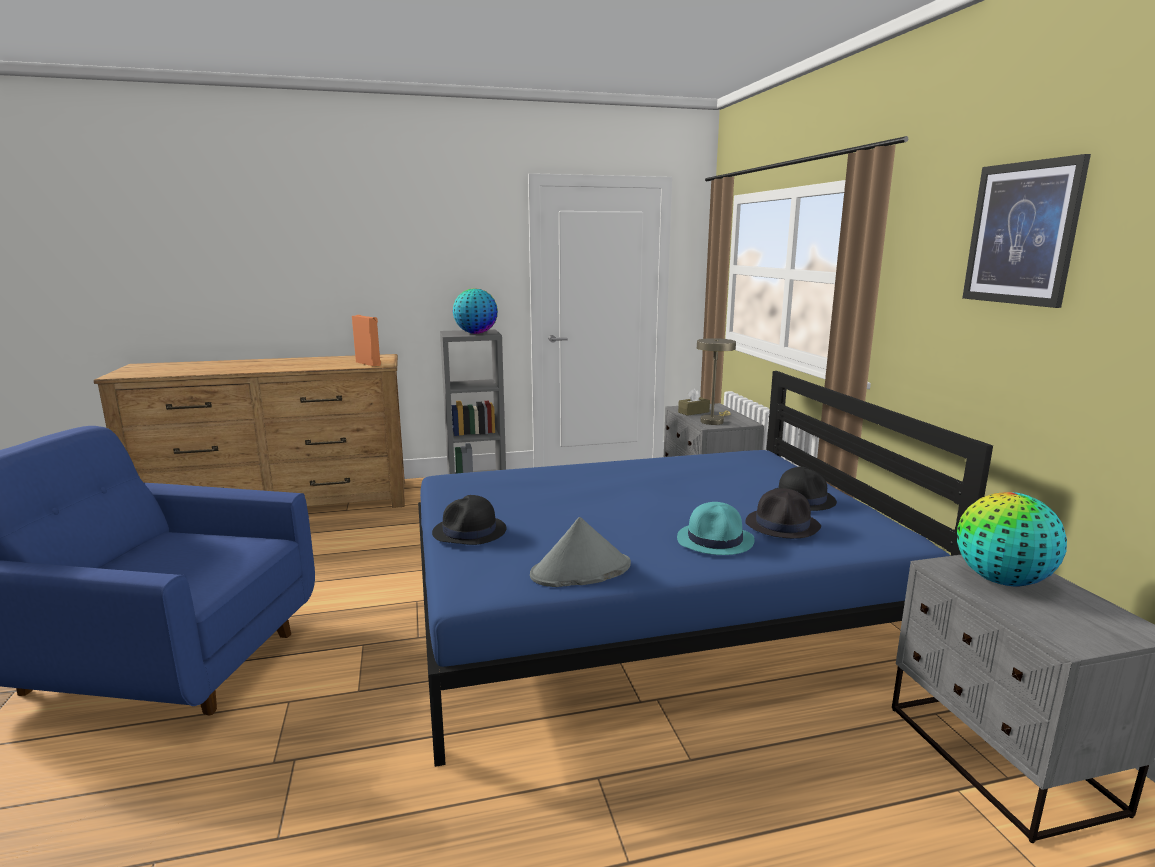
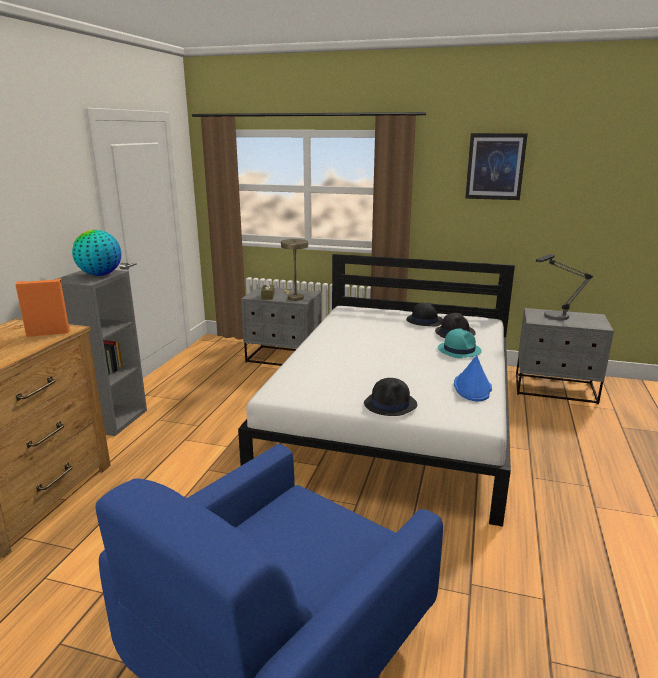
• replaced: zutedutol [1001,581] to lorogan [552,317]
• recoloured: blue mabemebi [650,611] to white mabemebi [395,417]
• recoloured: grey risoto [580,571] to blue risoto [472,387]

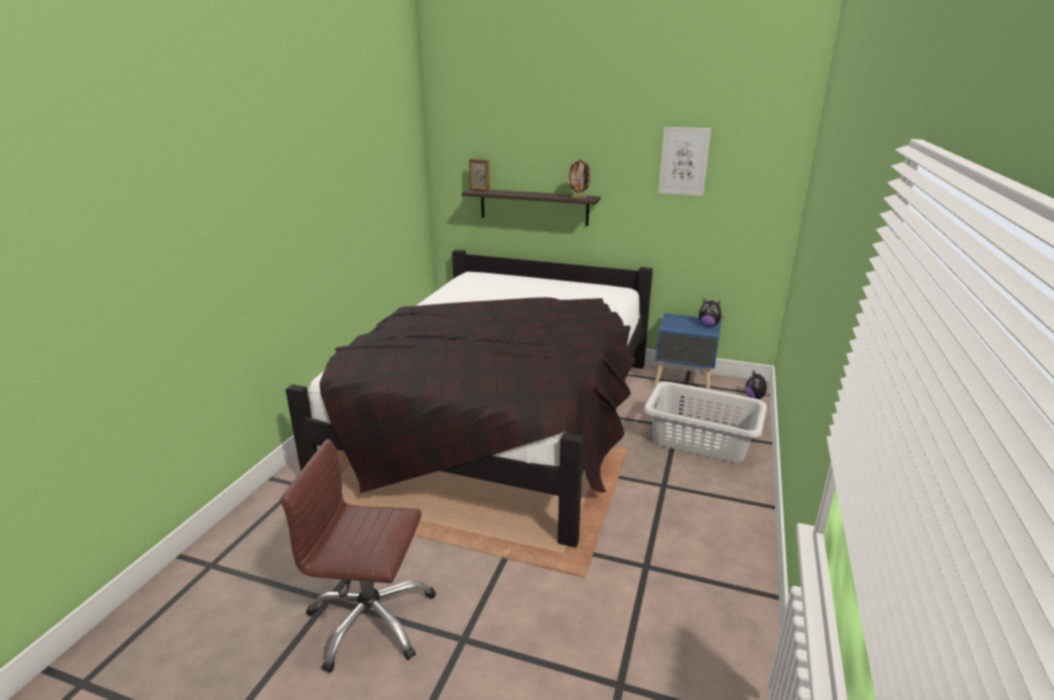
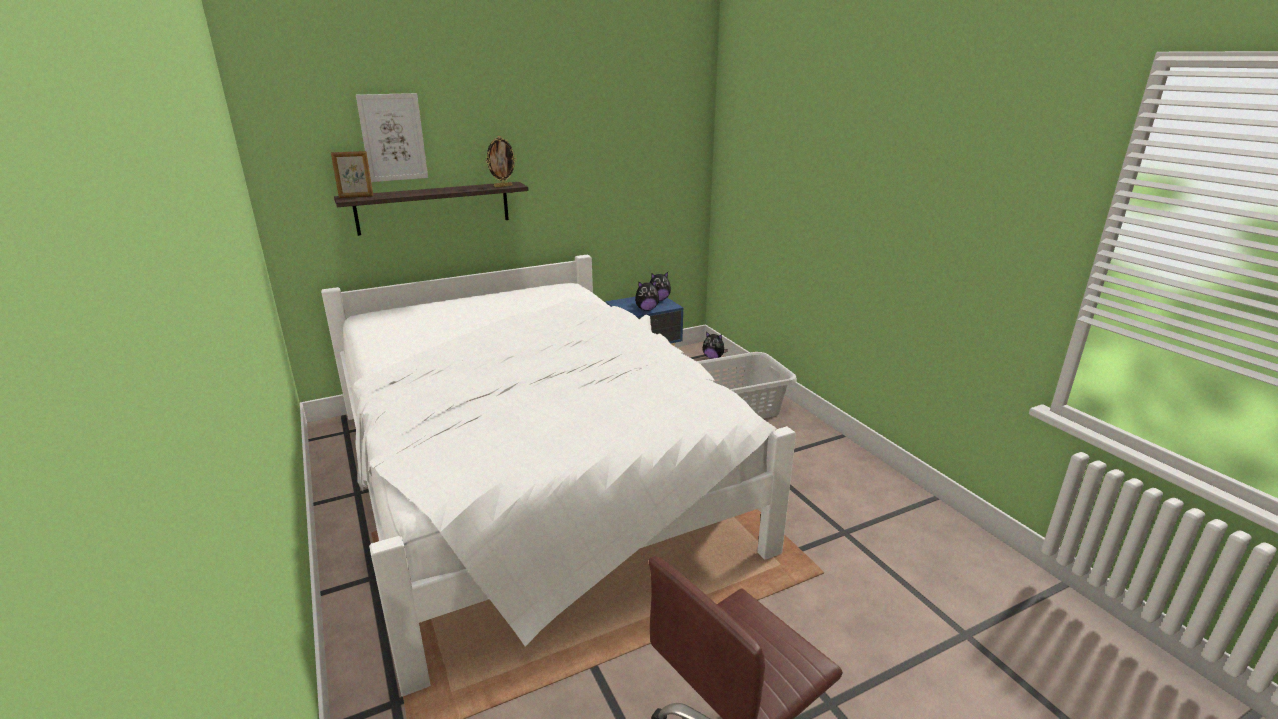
• added: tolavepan [646,309]
• moved: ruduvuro [684,161] to [393,137]
• recoloured: black mabemebi [502,417] to white mabemebi [533,475]

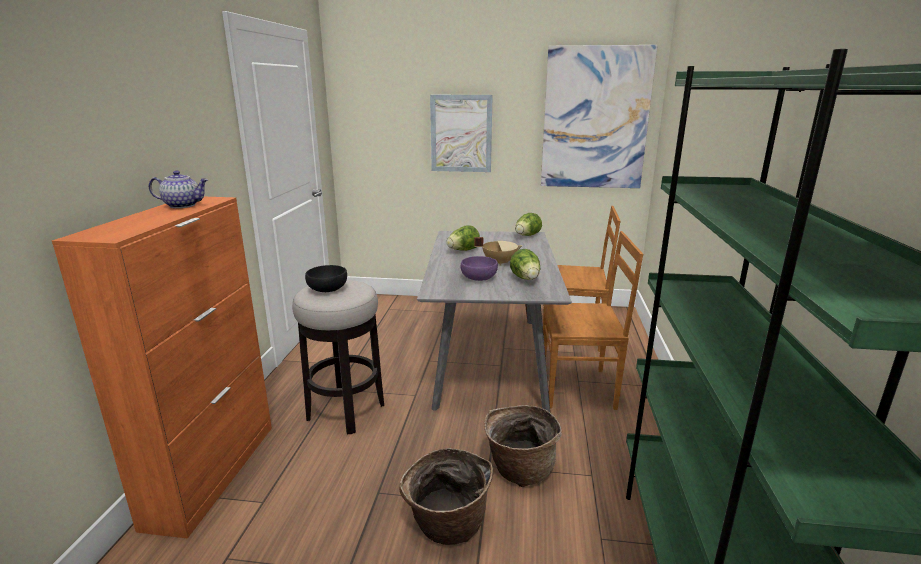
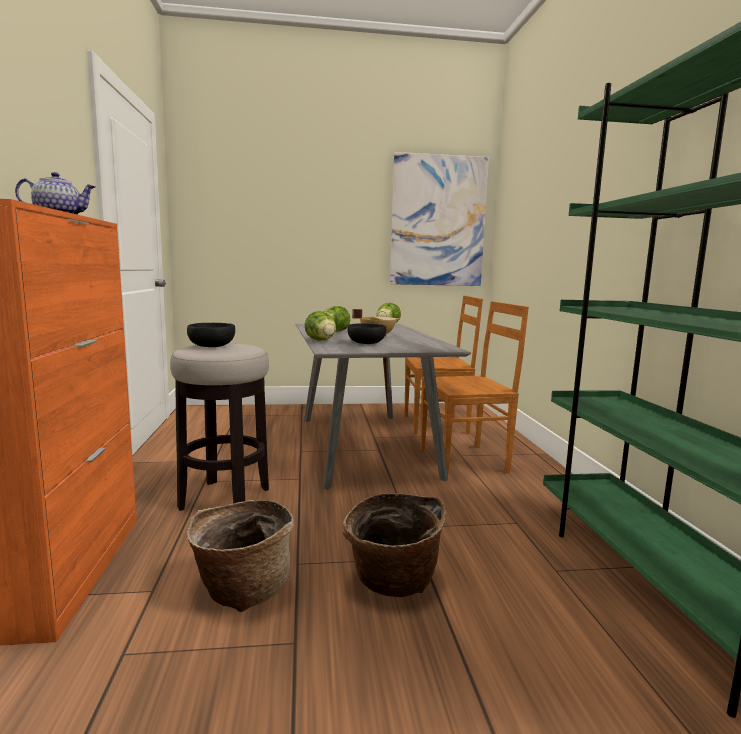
• removed: ruduvuro [461,133]
• moved: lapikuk [519,469] to [241,590]
• moved: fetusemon [526,279] to [322,341]
• recoloured: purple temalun [479,277] to black temalun [366,343]

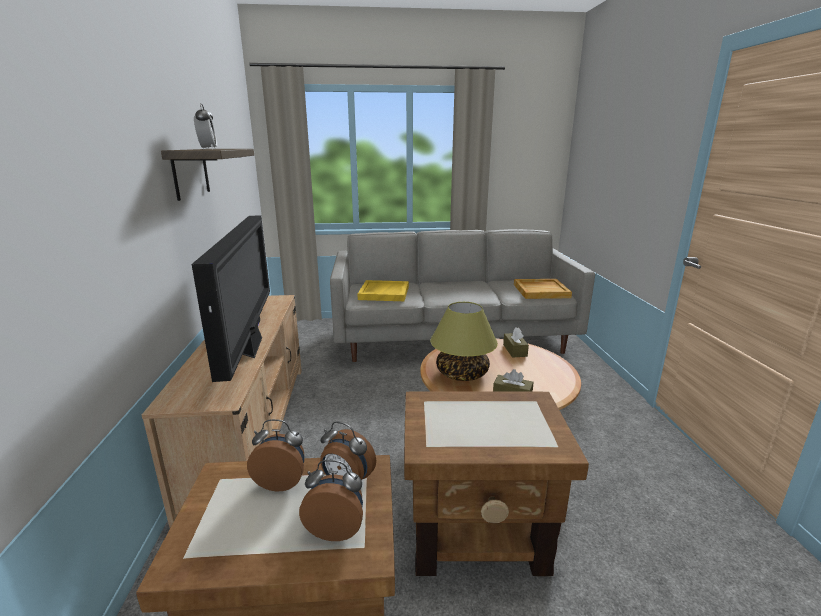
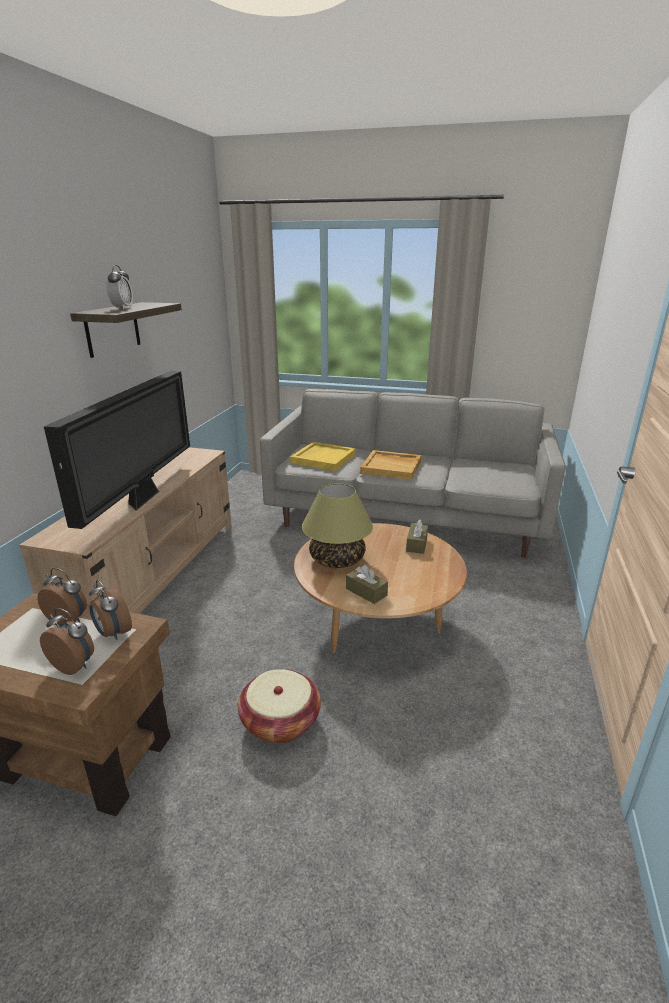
• moved: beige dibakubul [541,291] to [392,467]
• replaced: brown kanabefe [478,539] to lapikuk [280,721]

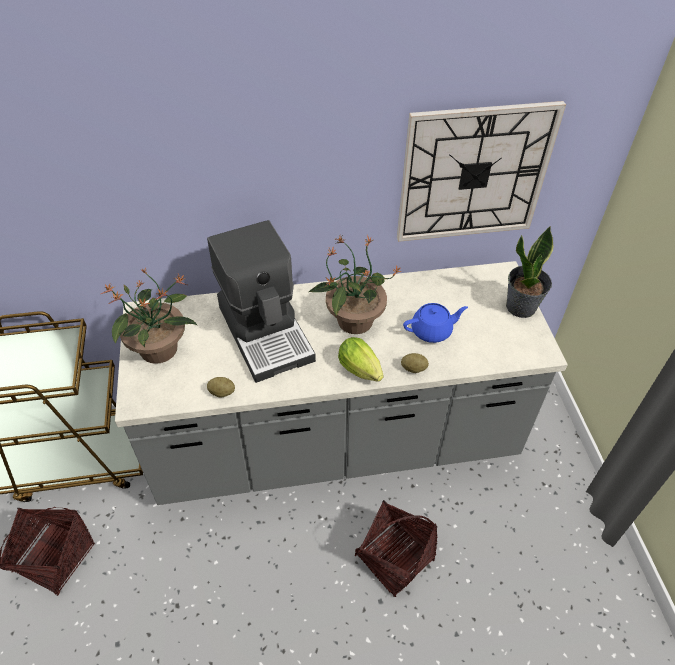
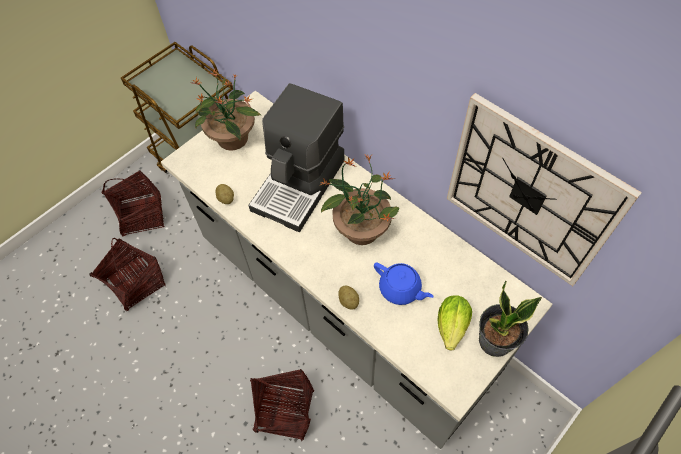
• added: lapikuk [135,283]
• moved: fetusemon [362,371] to [451,329]

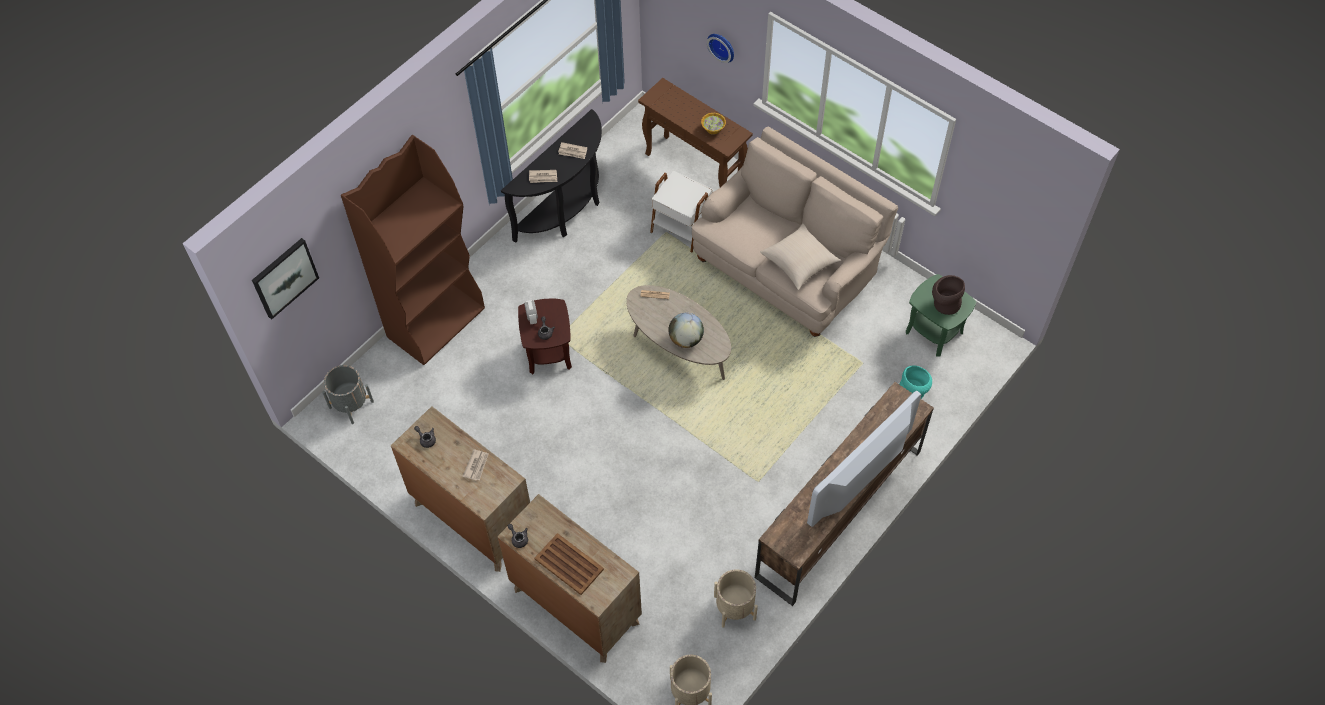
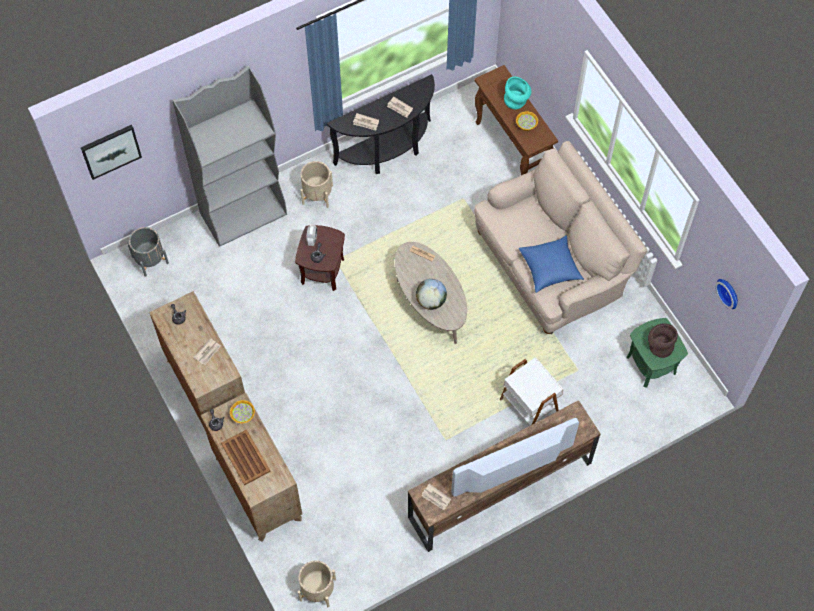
• added: temalun [243,416]
• added: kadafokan [436,498]
• moved: white kanabefe [682,227] to [530,405]
• moved: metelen [722,46] to [729,292]
• moved: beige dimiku [734,607] to [317,194]
• moved: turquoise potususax [913,391] to [516,101]
• recoloured: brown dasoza [436,322] to grey dasoza [244,213]
• recoloured: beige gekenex [799,262] to blue gekenex [550,268]

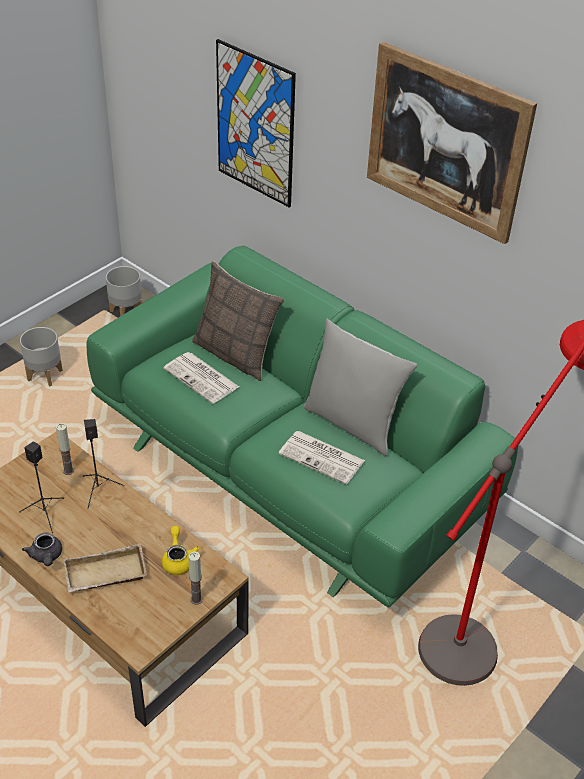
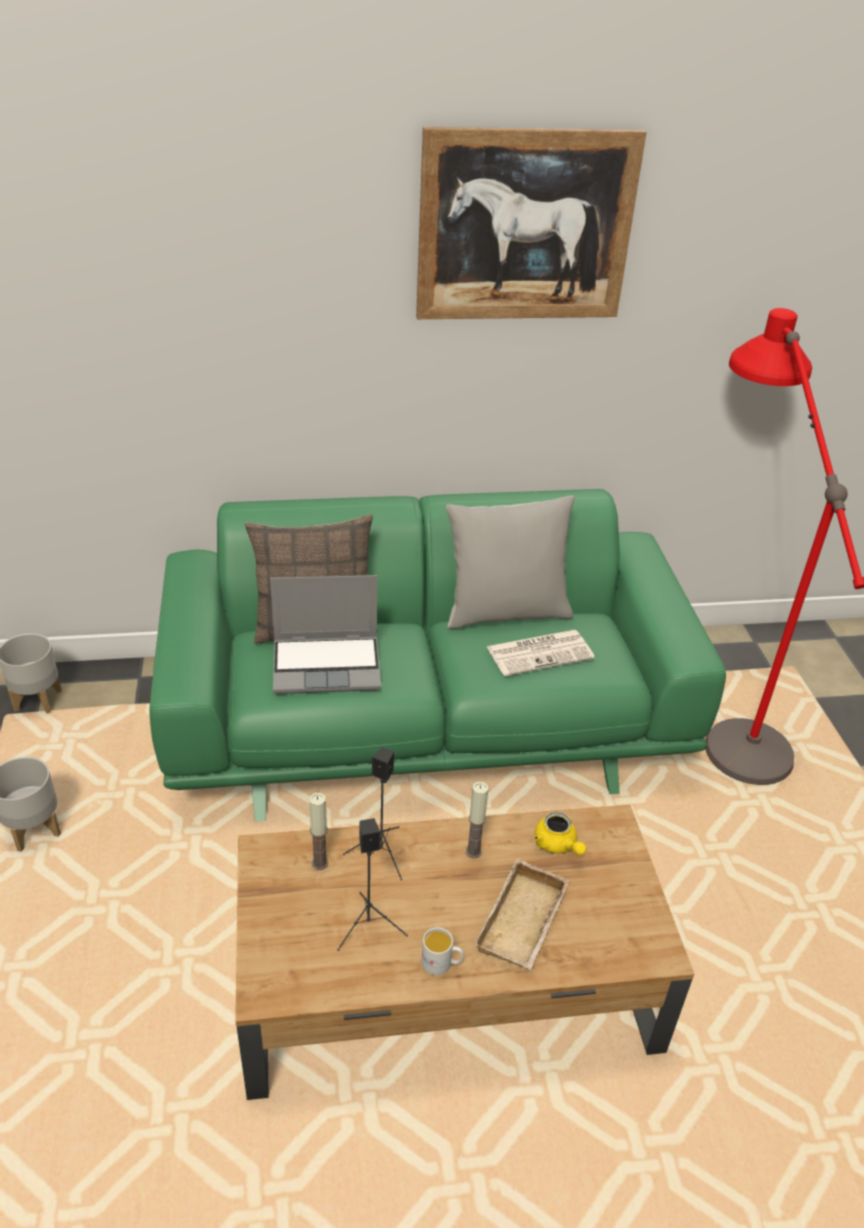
• removed: ruduvuro [255,124]
• moved: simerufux [196,599] to [473,851]
• replaced: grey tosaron [46,557] to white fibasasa [441,964]
• replaced: kadafokan [202,378] to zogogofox [328,665]
• turned: yellow tosaron [178,559] = [557,845] 150 degrees counterclockwise

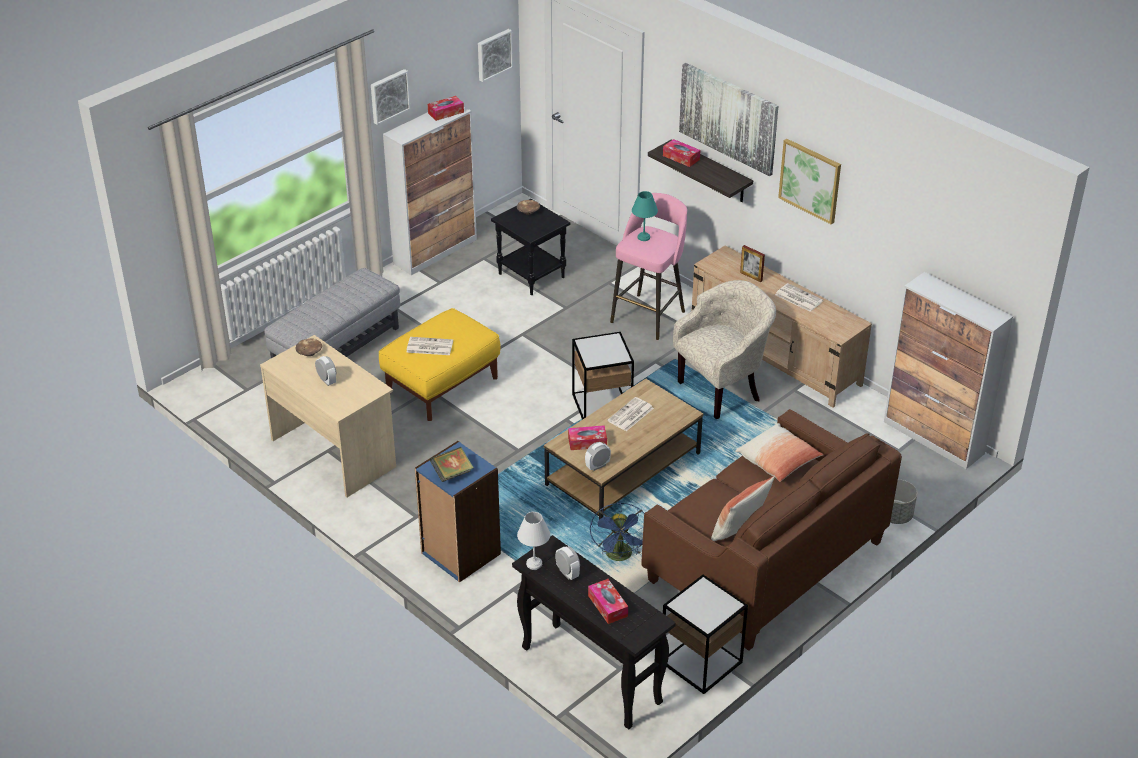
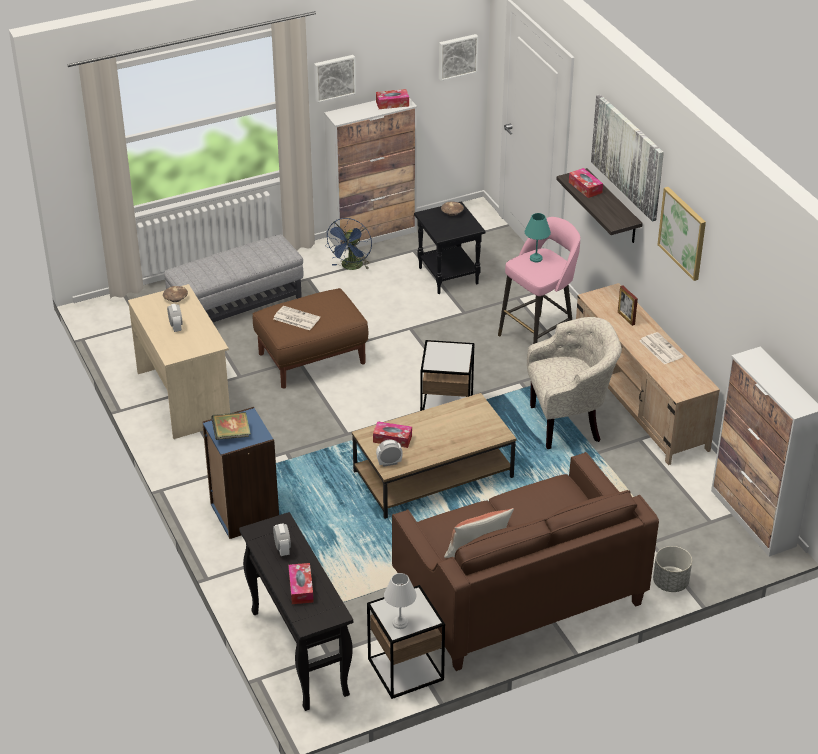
• removed: kadafokan [630,415]
• removed: gekenex [778,461]
• moved: white lorogan [534,564] to [400,623]
• moved: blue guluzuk [620,557] to [351,267]
• recoloured: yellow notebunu [443,385] to brown notebunu [312,358]

